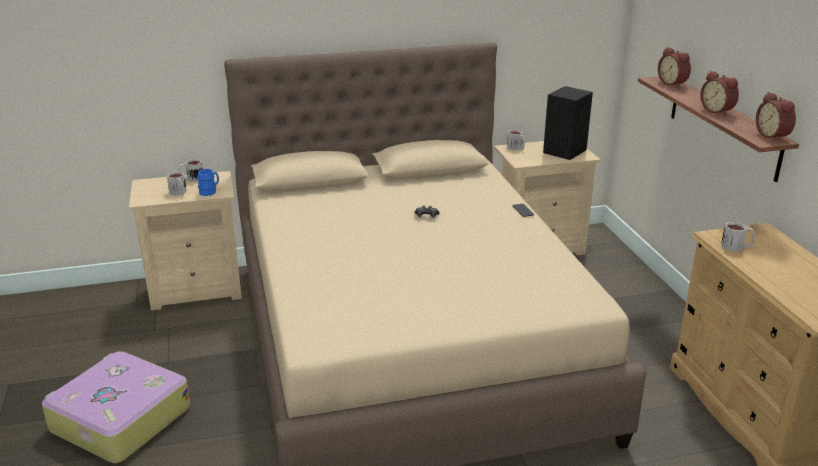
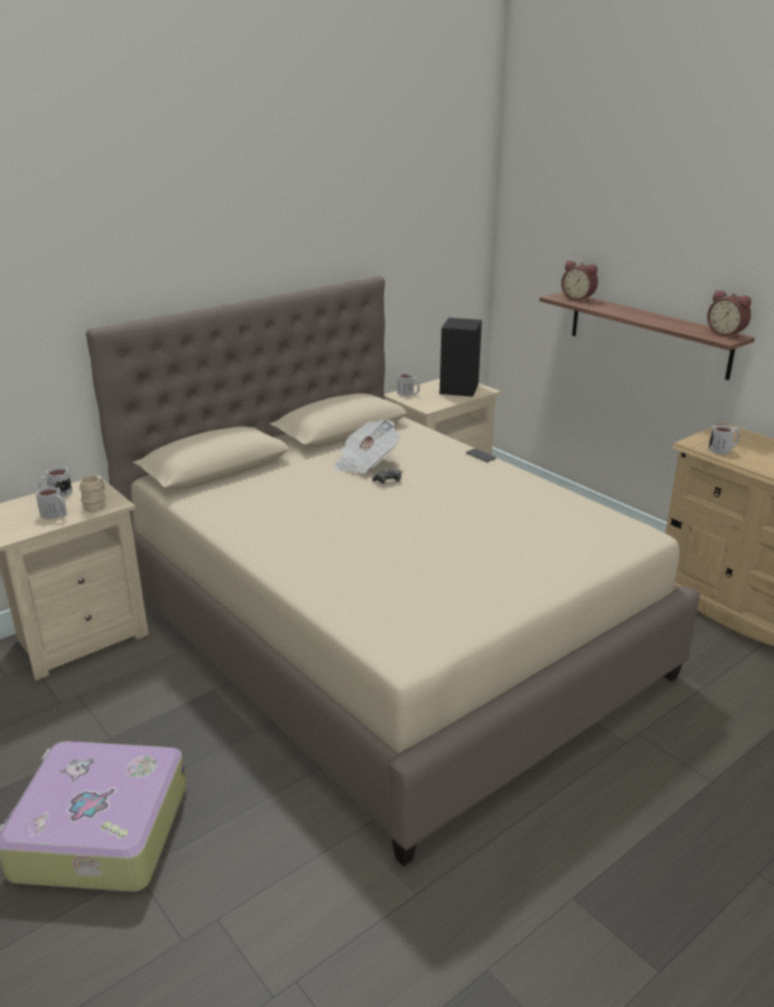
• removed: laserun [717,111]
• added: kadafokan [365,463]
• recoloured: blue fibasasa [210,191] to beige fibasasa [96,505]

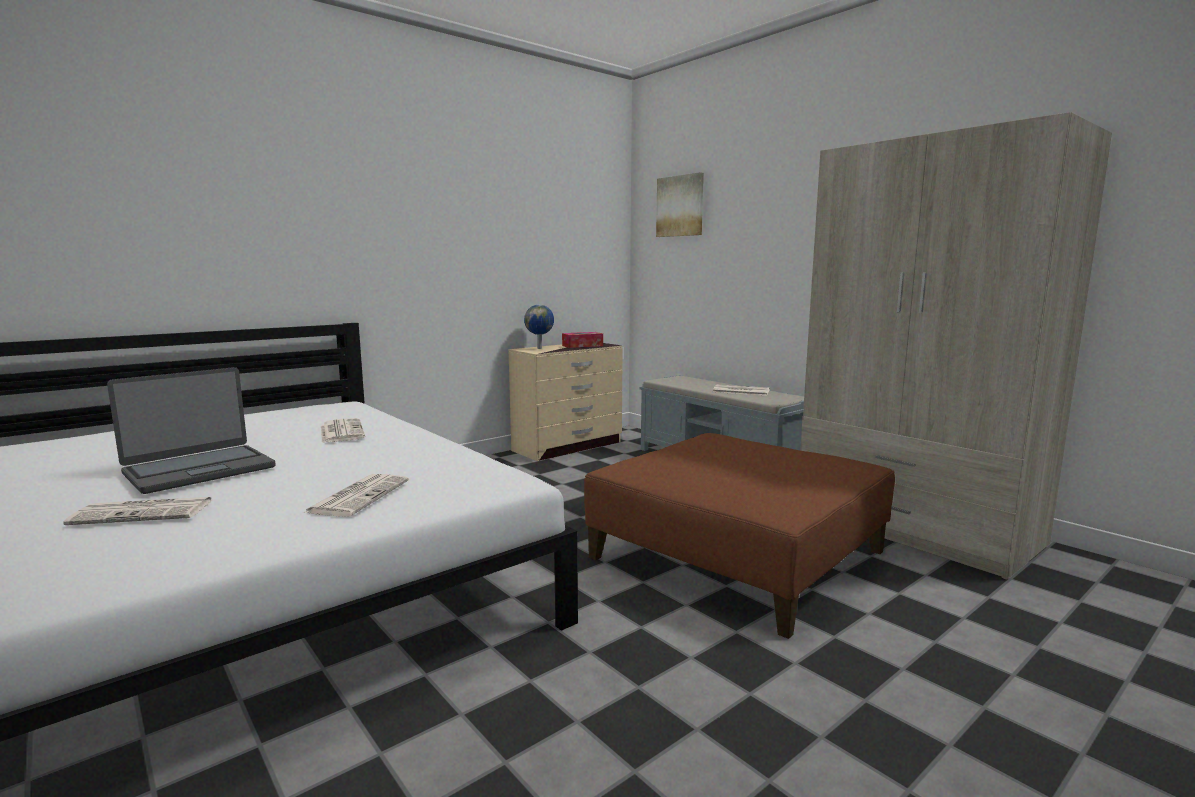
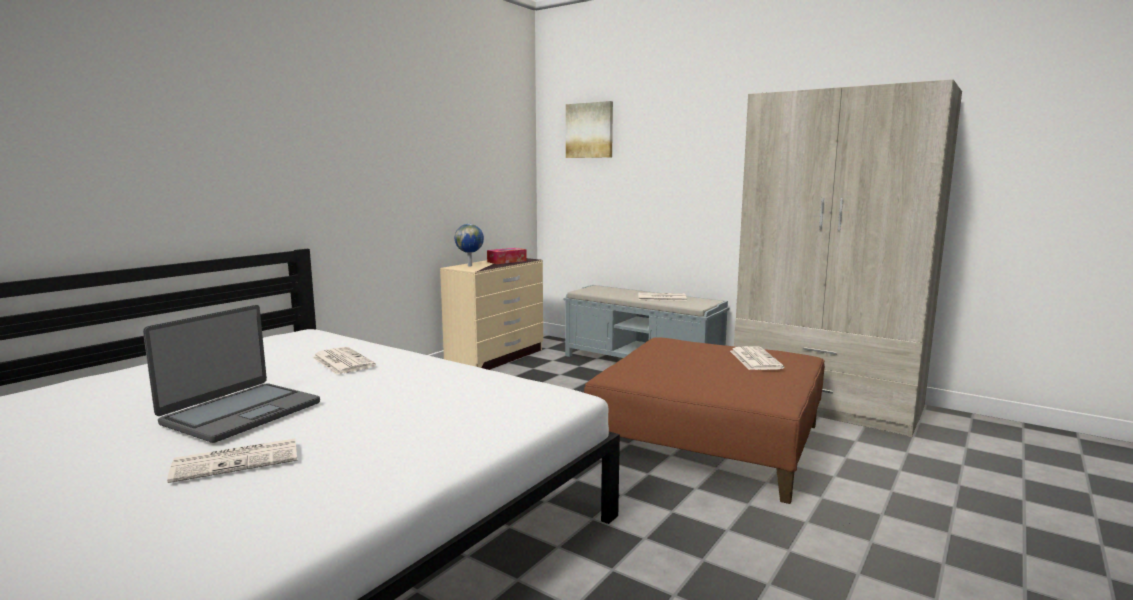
• moved: kadafokan [359,496] to [754,359]

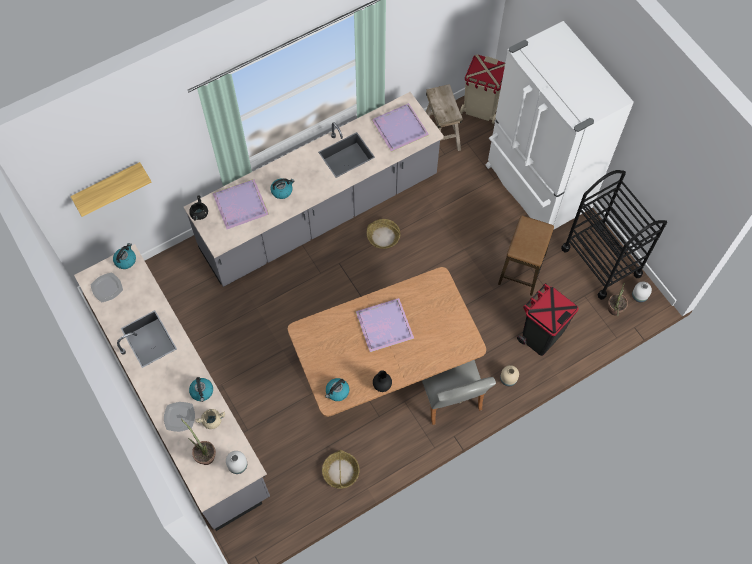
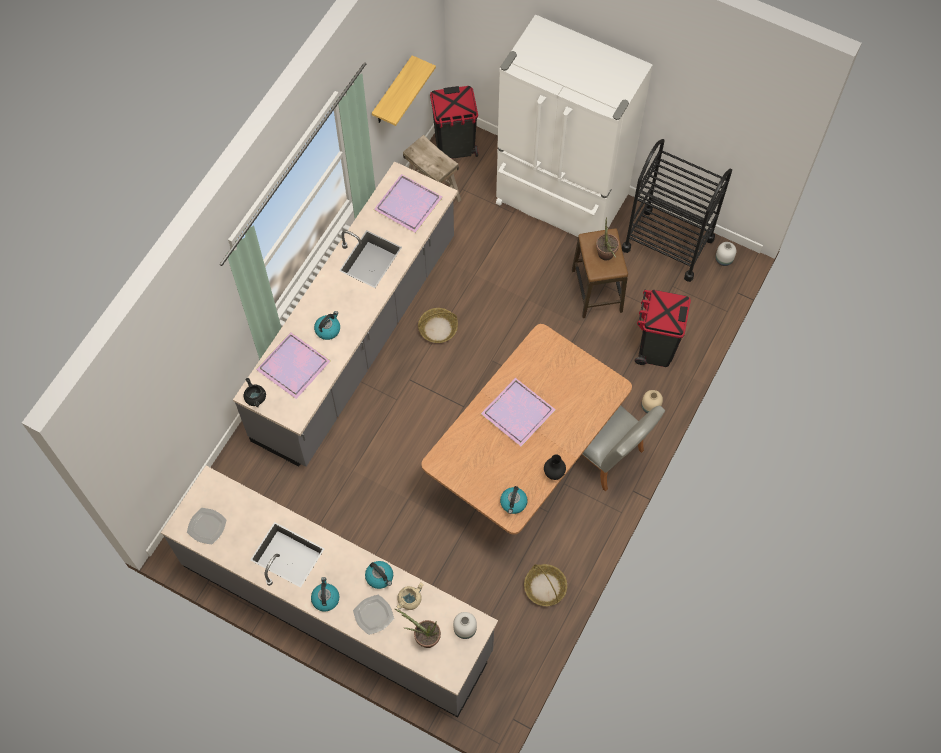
• moved: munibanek [108,185] to [392,92]
• moved: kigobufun [125,260] to [325,598]
• moved: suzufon [613,312] to [606,257]
• recoloured: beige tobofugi [480,109] to black tobofugi [455,147]

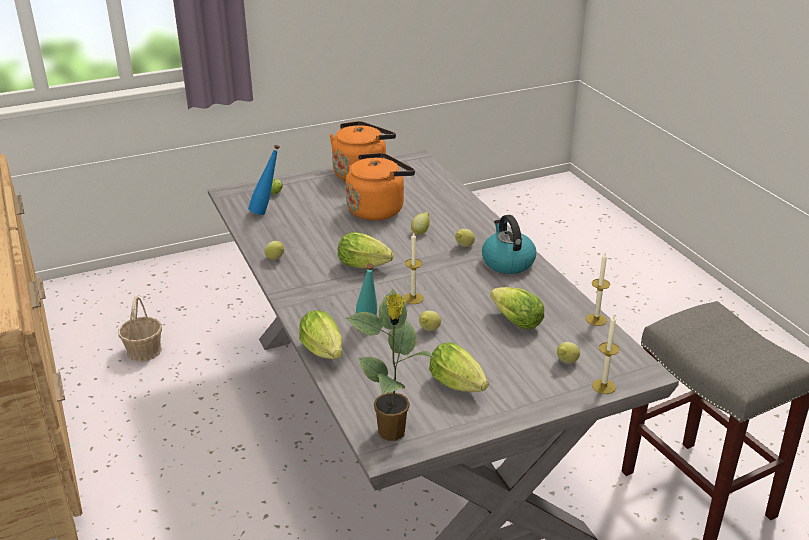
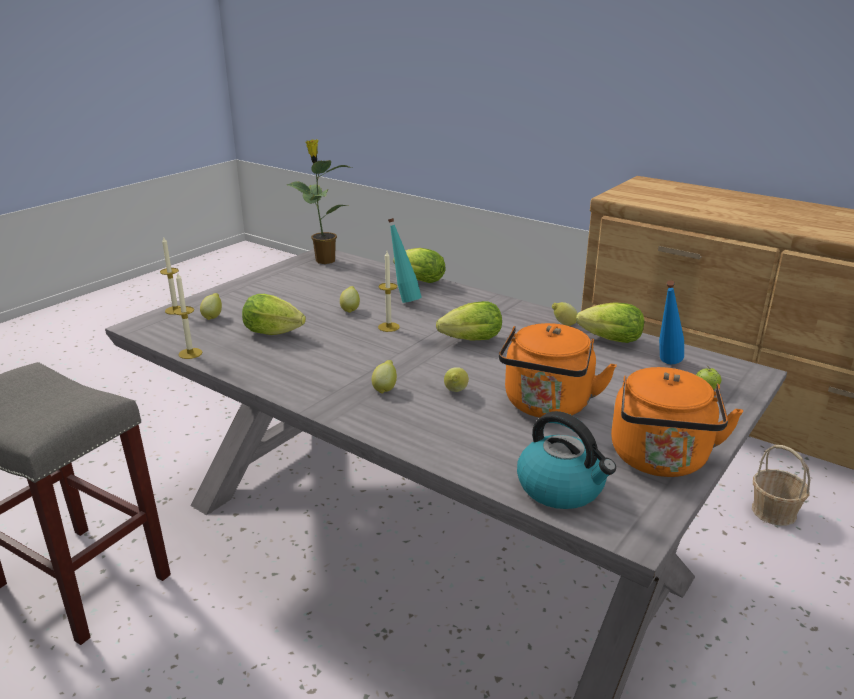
• moved: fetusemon [460,386] to [607,340]
• moved: kigobufun [507,262] to [562,488]

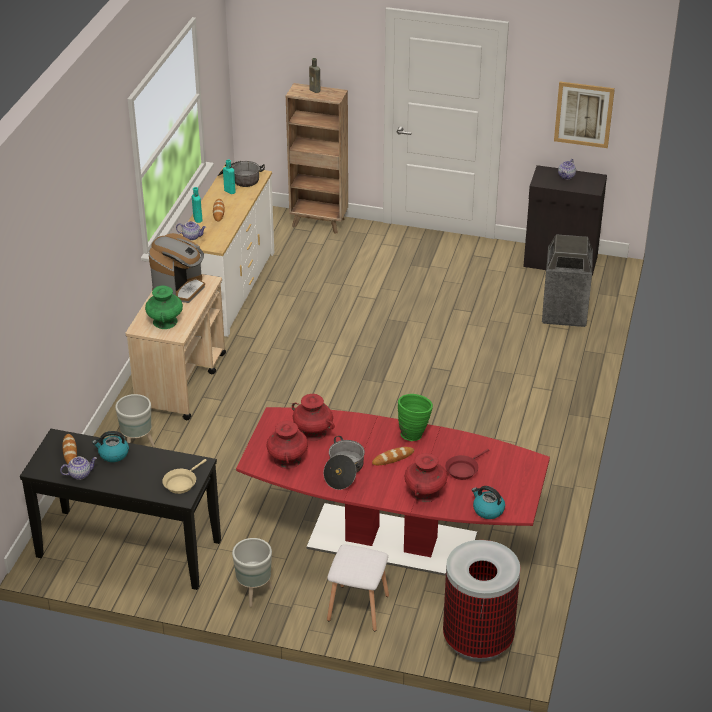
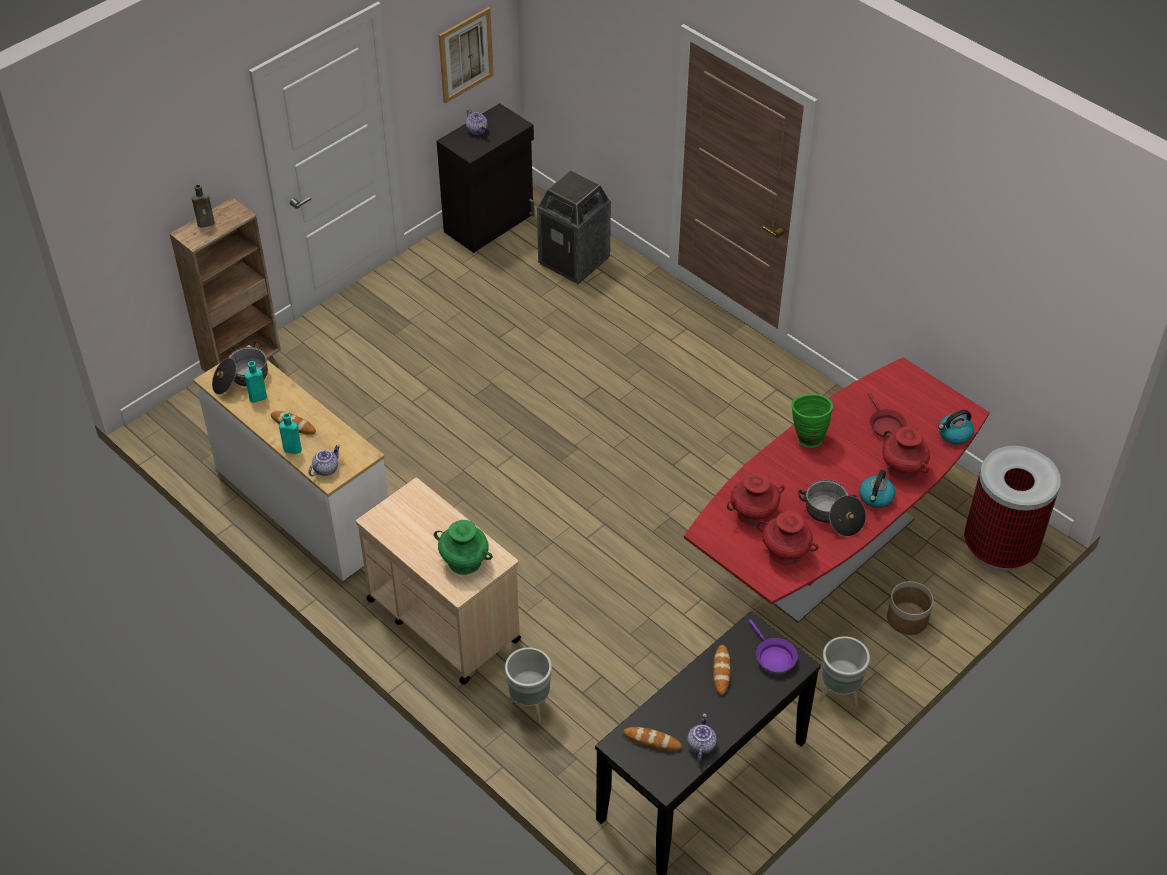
• removed: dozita [179,289]
• moved: kigobufun [113,454] to [876,498]
• moved: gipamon [393,458] to [721,671]
• replaced: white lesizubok [357,608] to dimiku [907,619]
• recoloured: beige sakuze [181,483] to purple sakuze [773,656]

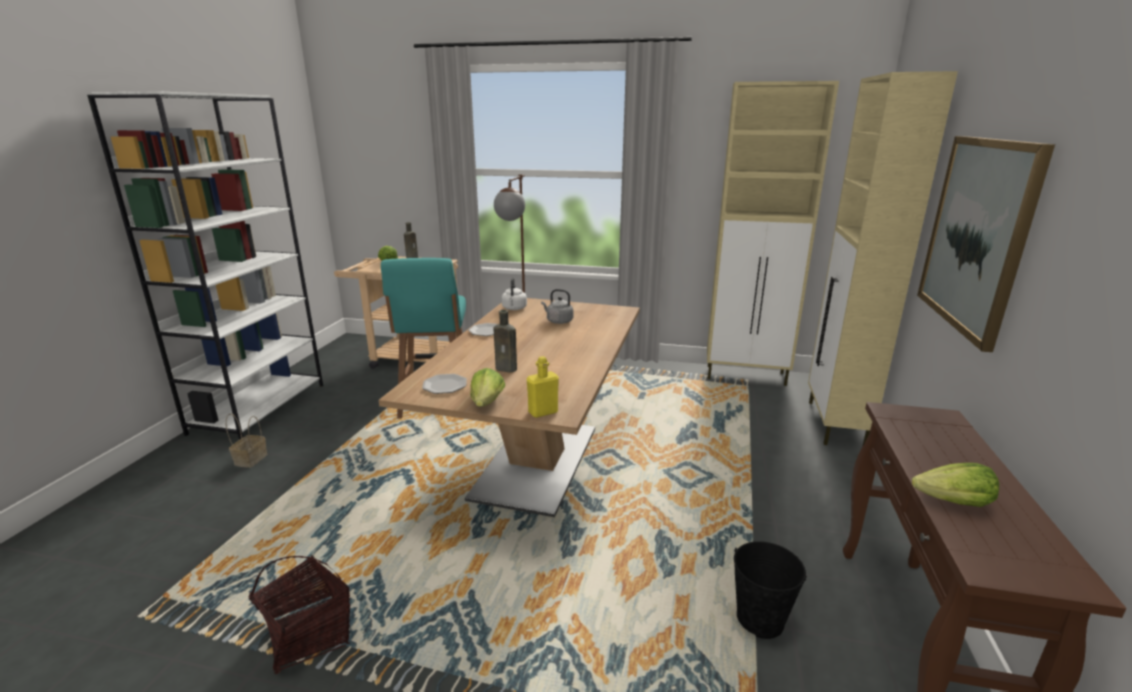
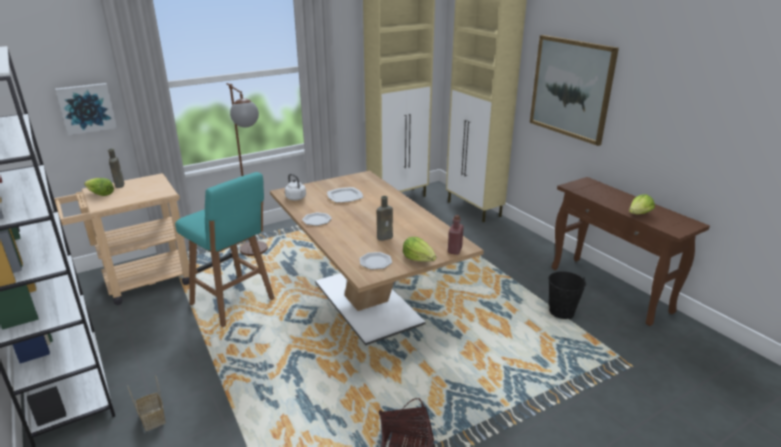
• added: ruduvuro [86,108]
• replaced: grey kigobufun [558,321] to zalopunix [344,196]
• recoloured: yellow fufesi [543,412] to red fufesi [454,250]

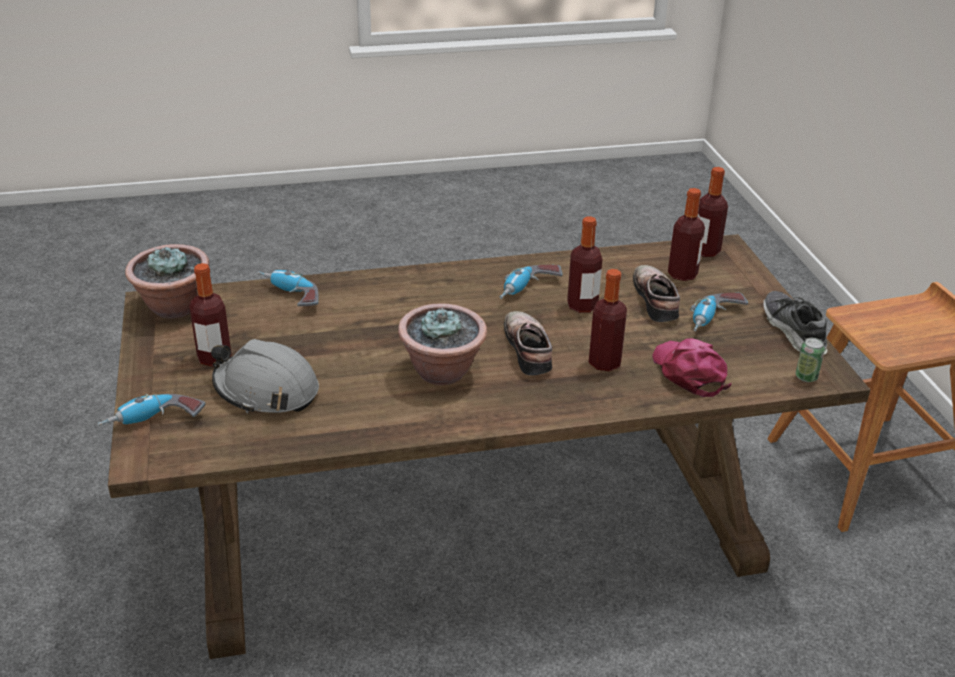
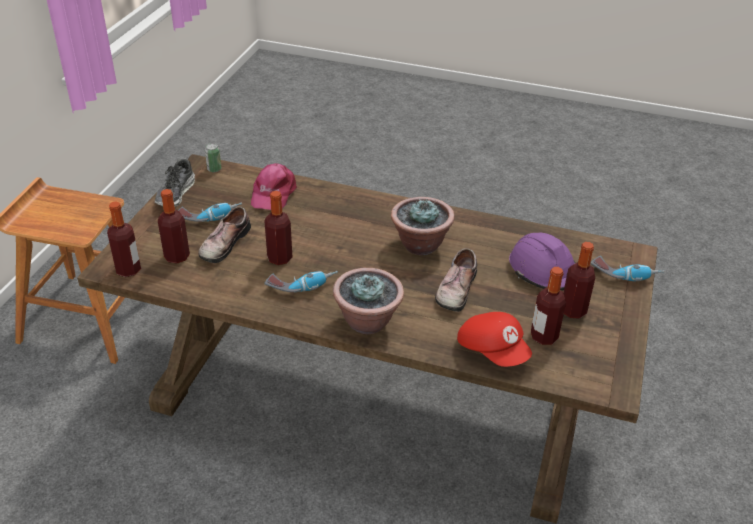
• moved: suzufon [174,308] to [367,321]
• moved: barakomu [531,349] to [455,289]
• moved: fufesi [604,363] to [544,336]
• replaced: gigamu [289,296] to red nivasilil [493,350]
• recoloured: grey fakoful [266,391] to purple fakoful [544,272]

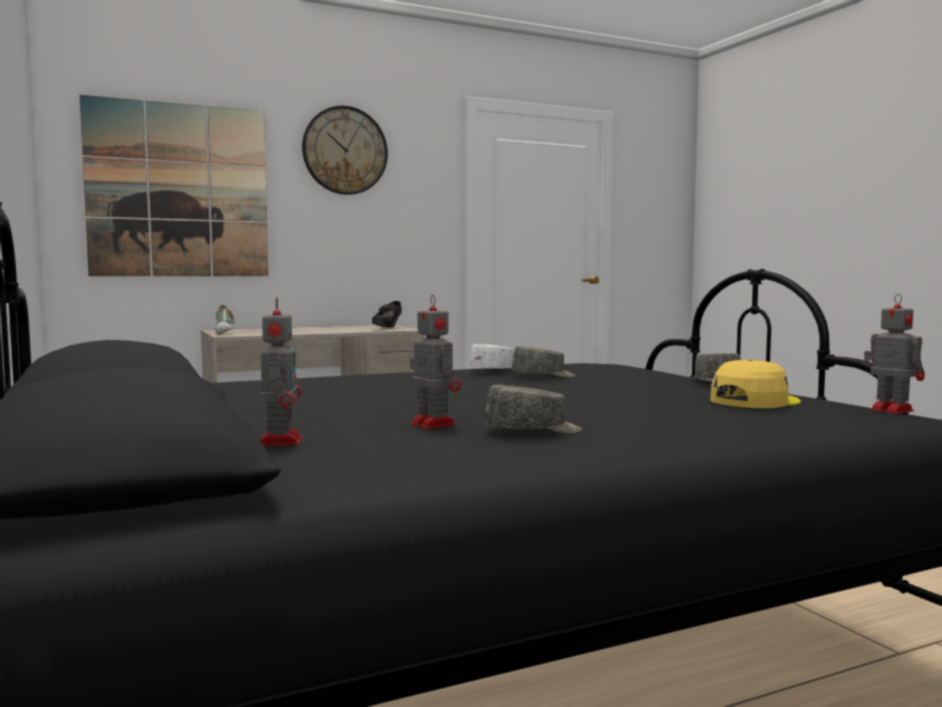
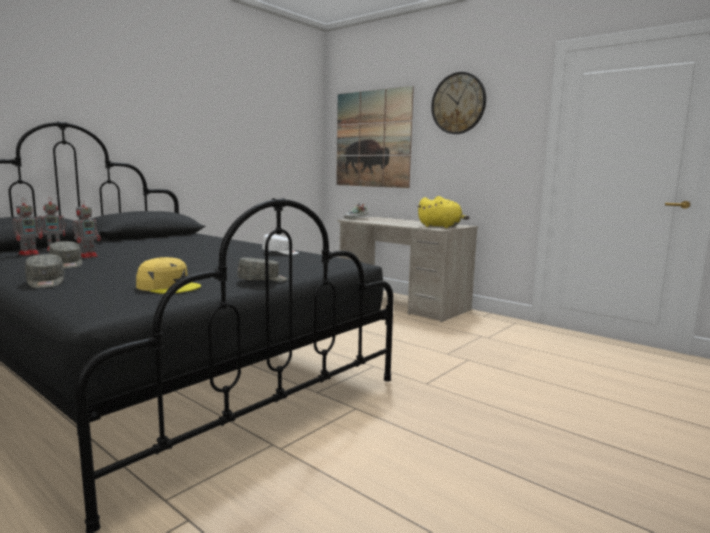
• moved: grey nivasilil [543,376] to [45,282]
• moved: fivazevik [889,410] to [30,253]
• replaced: black barakomu [387,328] to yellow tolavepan [441,227]

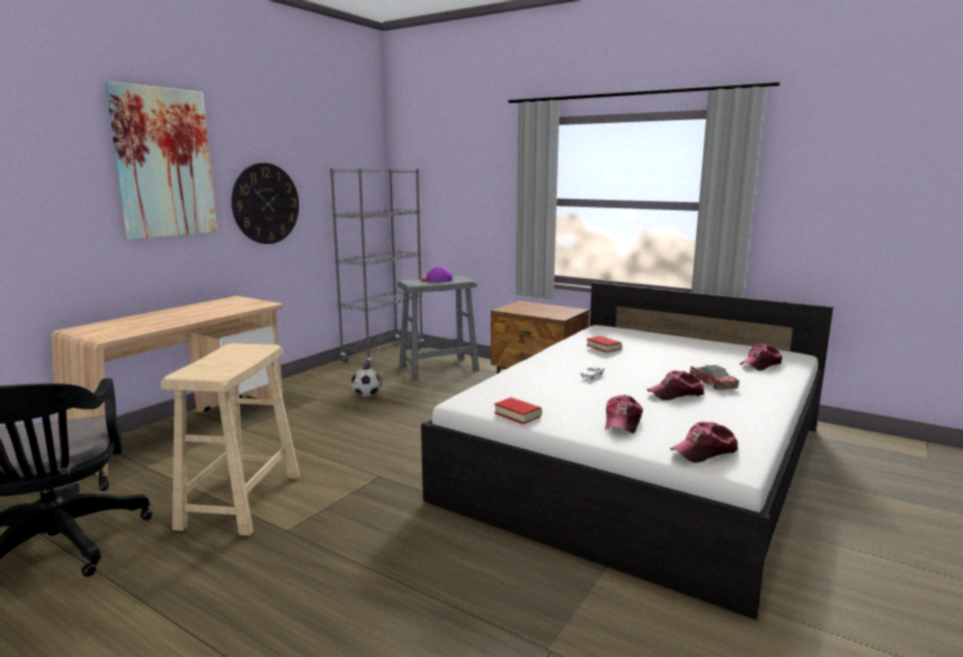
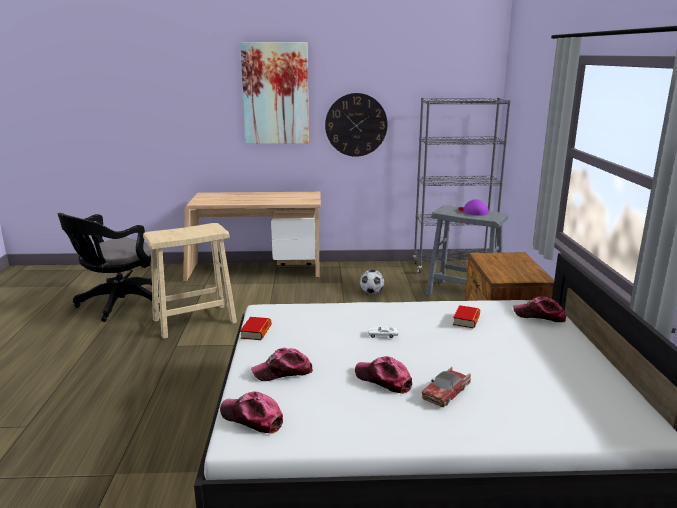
• moved: nivasilil [761,364] to [539,315]

